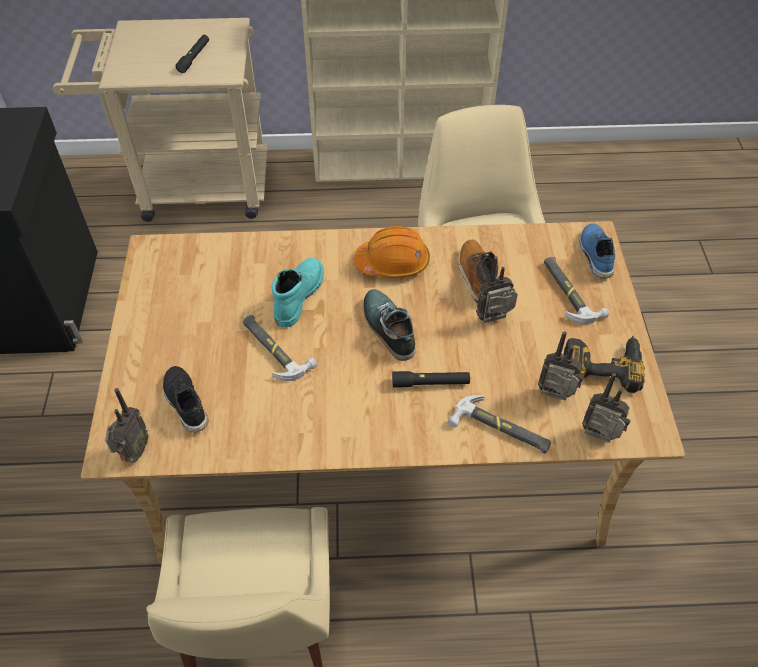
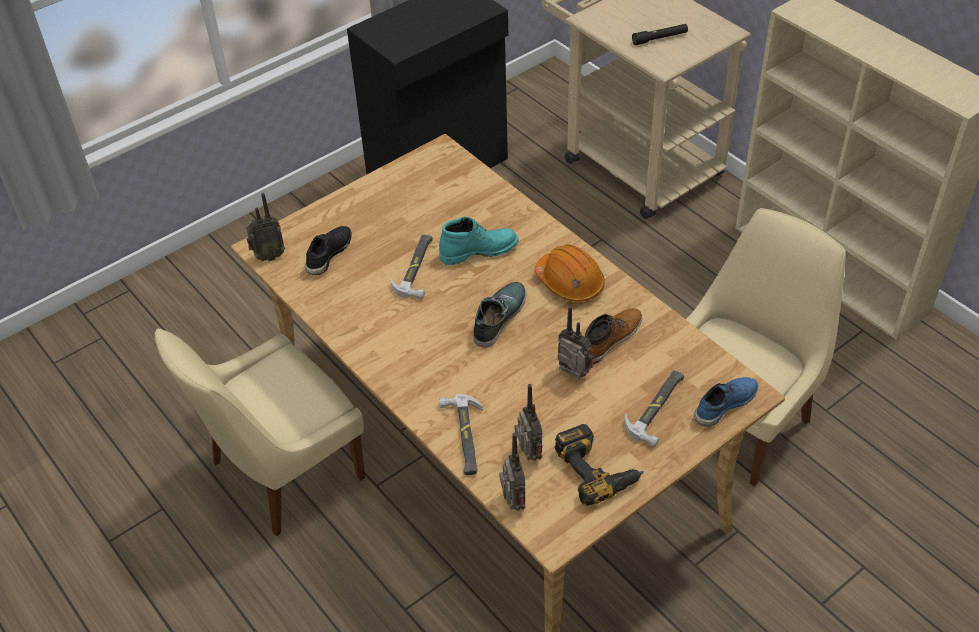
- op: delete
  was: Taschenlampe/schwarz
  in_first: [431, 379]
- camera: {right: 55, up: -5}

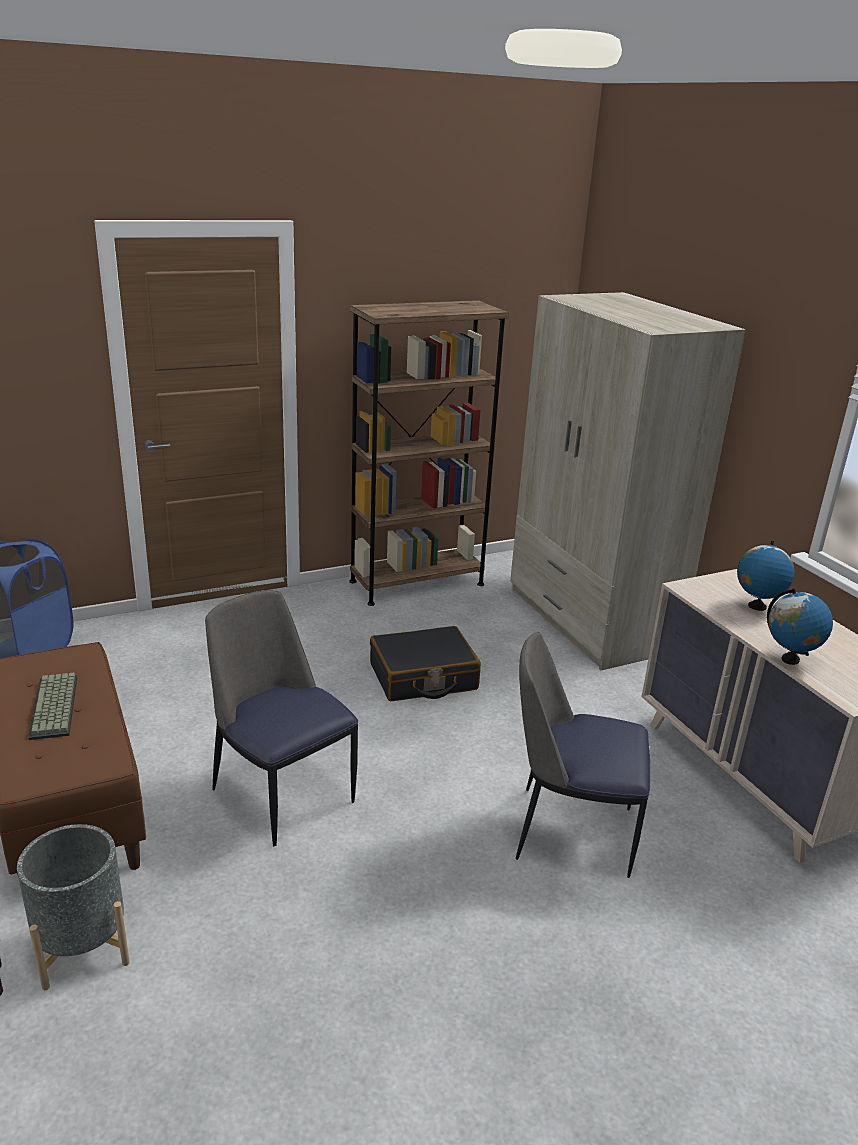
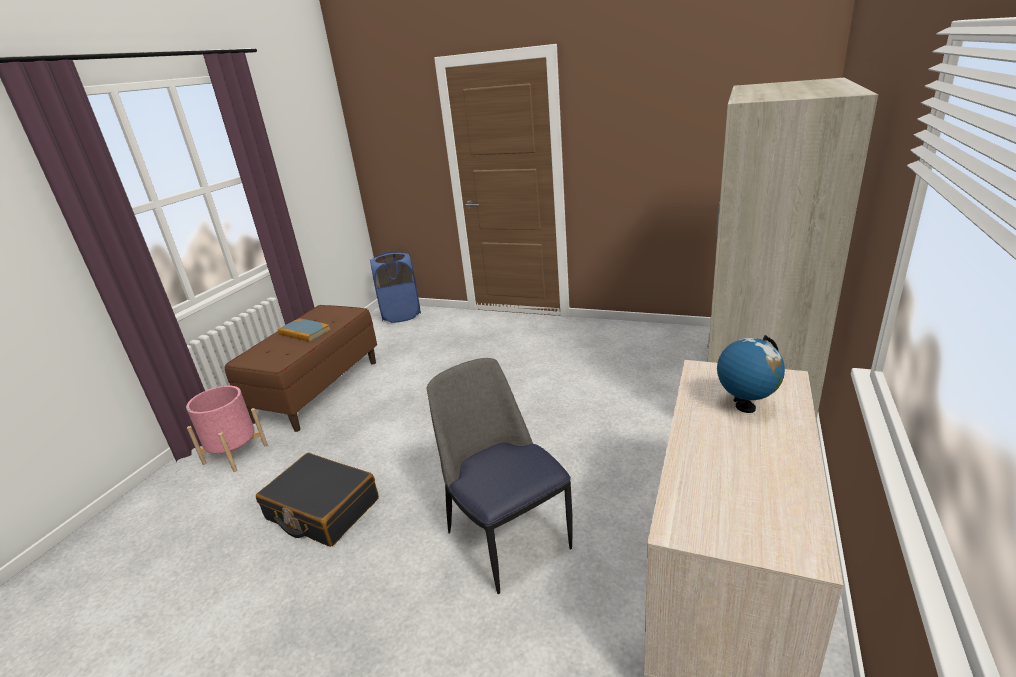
- op: delete
  was: Bücherregal/braun
  in_first: [429, 453]
- op: delete
  was: Globus
  in_first: [800, 626]
- op: delete
  was: Stuhl
  in_first: [281, 718]
- op: move
  was: Koffer/schwarz
  in_first: [425, 663]
  in_second: [317, 500]
- op: replace
  was: Tastatur
  now: Buch
  in_first: [53, 706]
  in_second: [304, 330]
- op: recolor
  was: Pflanzkübel/grau
  now: Pflanzkübel/rosa
  in_first: [73, 907]
  in_second: [227, 429]
- camera: {right: 50, up: 0}

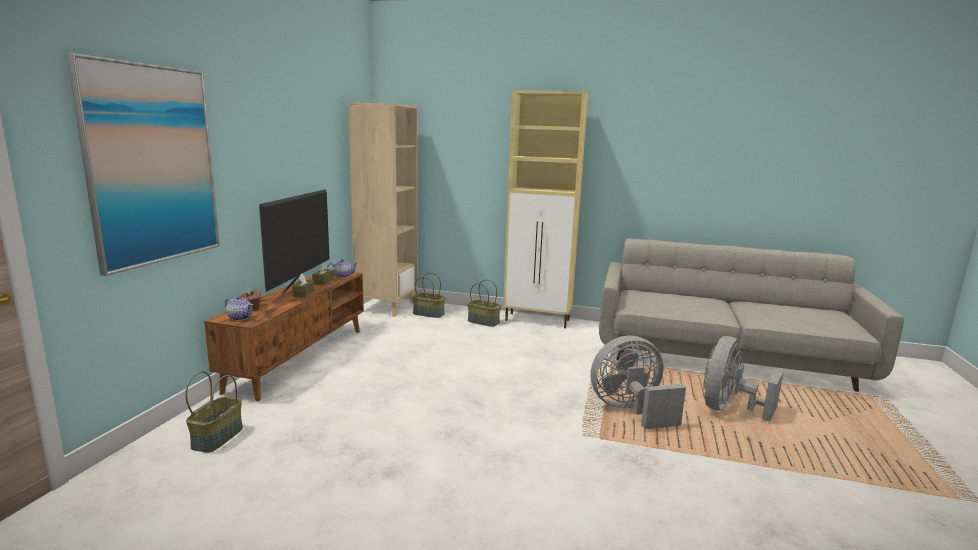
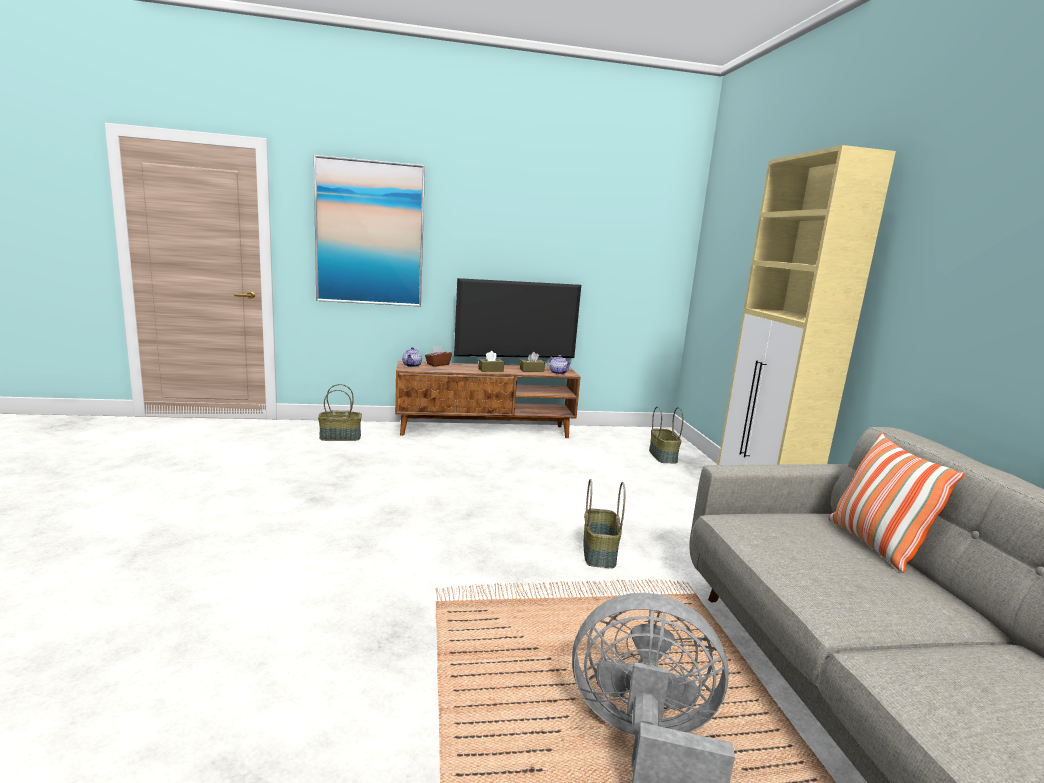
- op: delete
  was: Bücherregal/beige
  in_first: [383, 210]
- op: move
  was: Korb
  in_first: [484, 303]
  in_second: [604, 523]
- op: delete
  was: Ventilator/grau
  in_first: [638, 382]
- op: insert
  now: Kissen
  in_second: [897, 503]
- camera: {right: 65, up: 0}

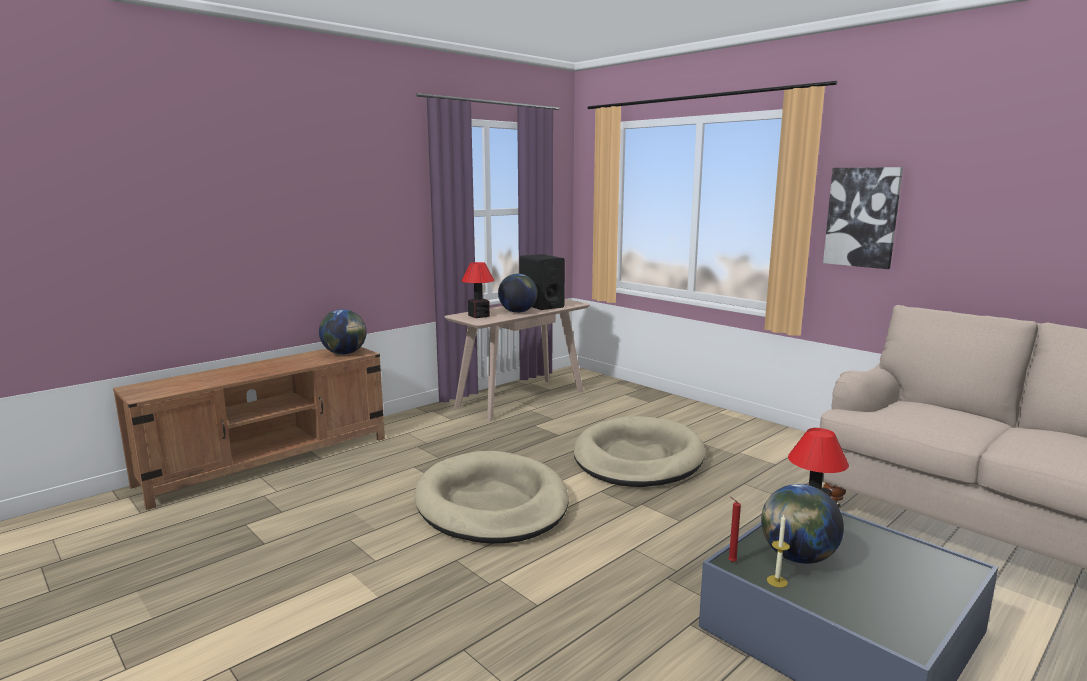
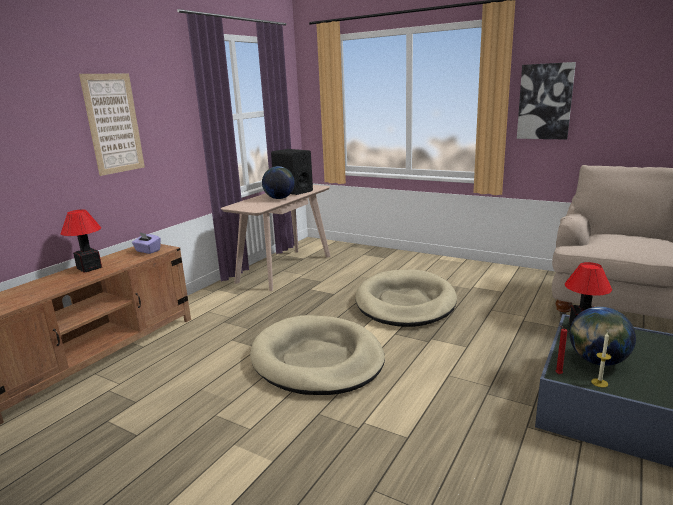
- op: move
  was: Tischlampe
  in_first: [478, 290]
  in_second: [81, 241]
- op: replace
  was: Globus
  now: Taschentuchbox/lila
  in_first: [343, 332]
  in_second: [146, 243]
- op: insert
  now: Bild
  in_second: [112, 124]
- camera: {right: -15, up: 5}

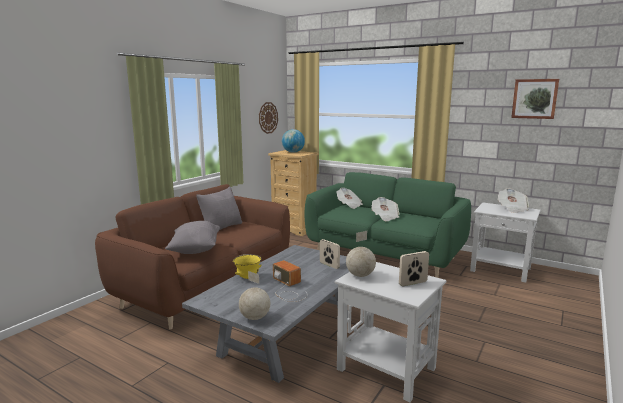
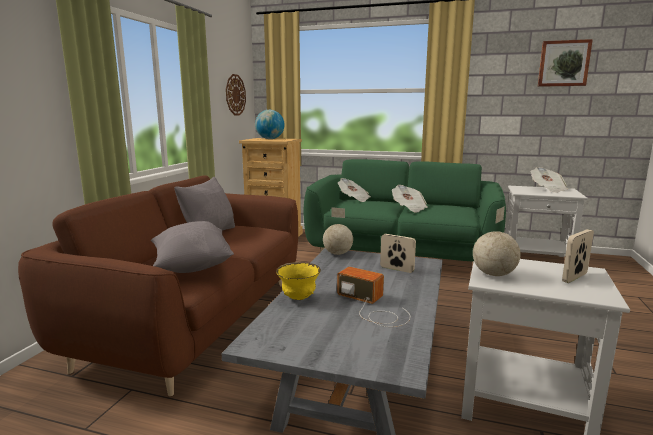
- op: move
  was: Globus
  in_first: [254, 295]
  in_second: [338, 231]
- camera: {right: -15, up: 0}

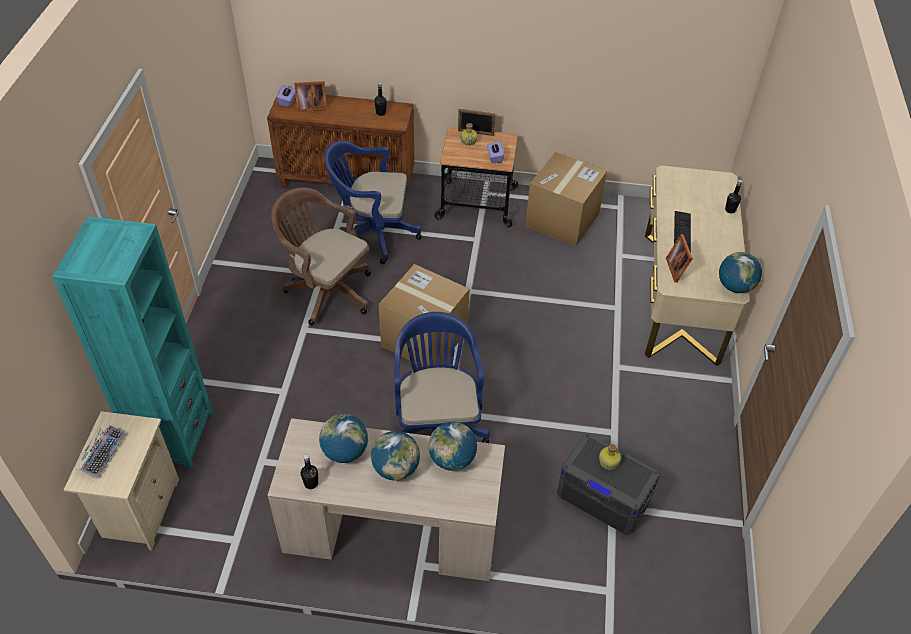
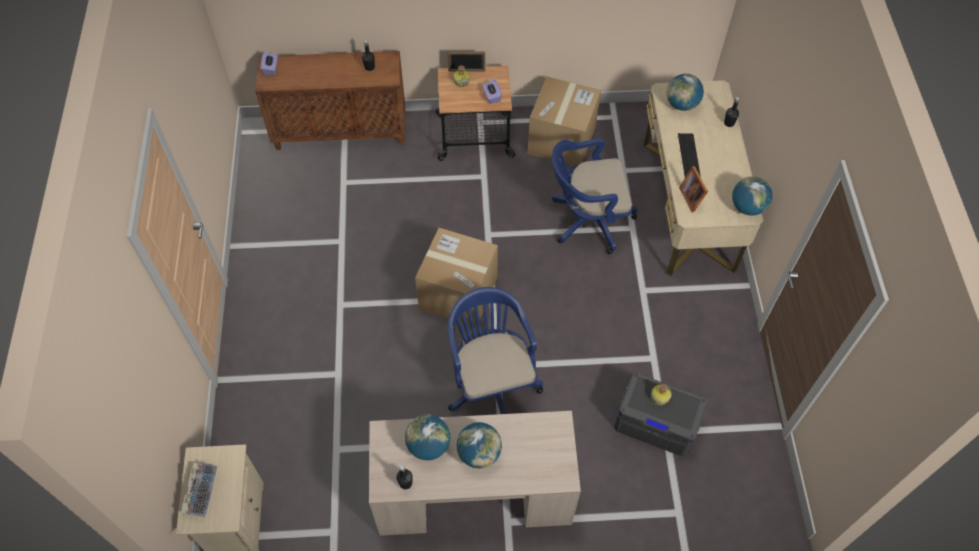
- op: delete
  was: Bilderrahmen
  in_first: [310, 96]
- op: move
  was: Bürostuhl/blau
  in_first: [372, 202]
  in_second: [594, 196]
- op: delete
  was: Bürostuhl/braun
  in_first: [321, 256]
- op: delete
  was: Bücherregal/türkis
  in_first: [132, 343]
- op: move
  was: Globus
  in_first: [452, 446]
  in_second: [685, 92]
- camera: {right: -10, up: 10}

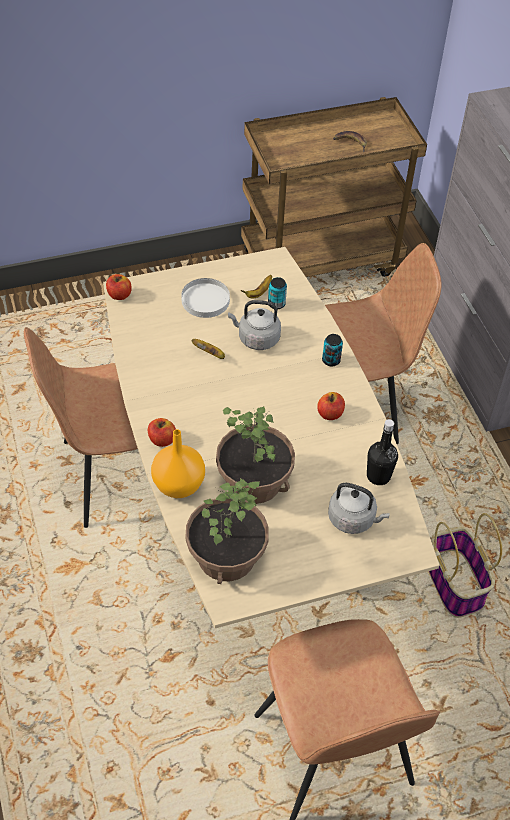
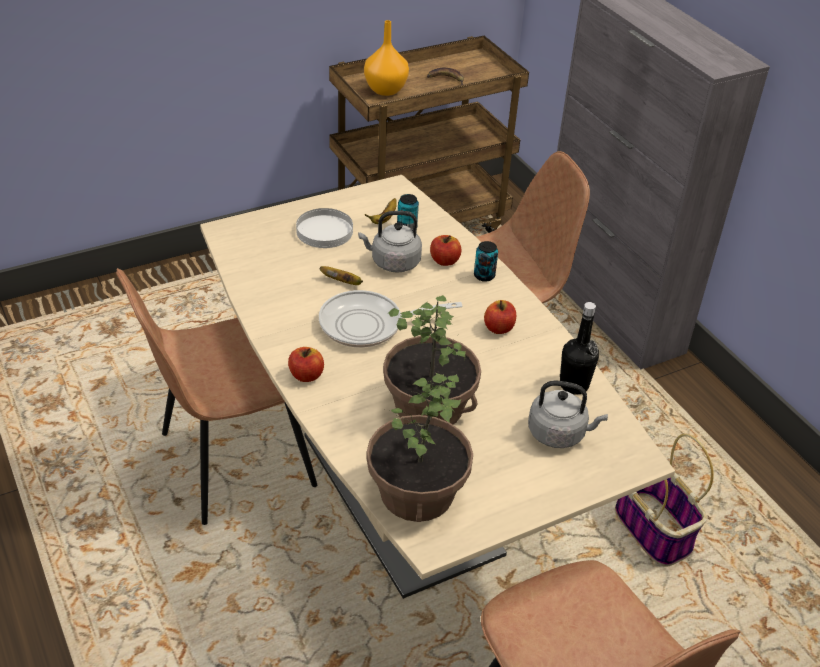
- op: move
  was: Apfel
  in_first: [119, 287]
  in_second: [445, 250]
- op: move
  was: Vase/orange
  in_first: [178, 463]
  in_second: [386, 58]
- op: insert
  now: Pfanne
  in_second: [390, 319]
- camera: {right: -10, up: -10}

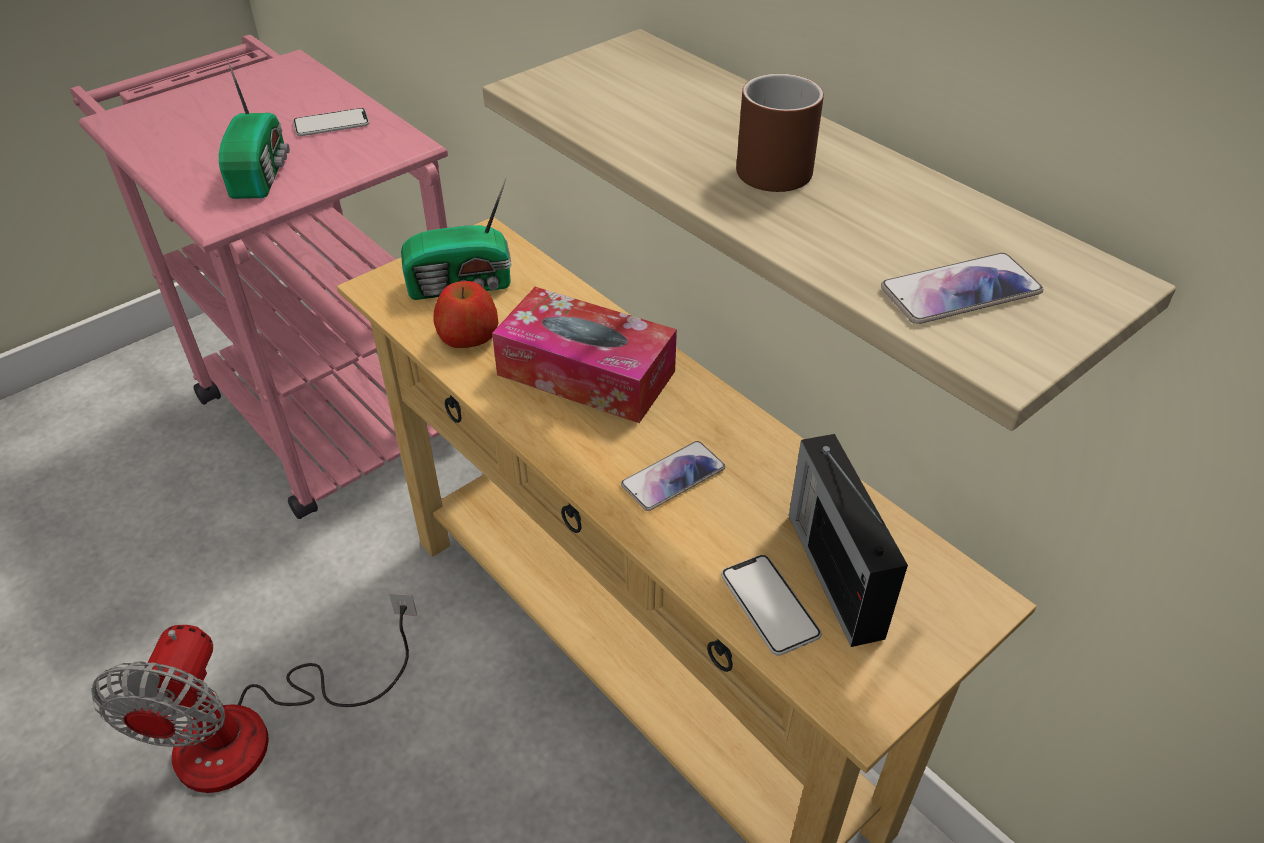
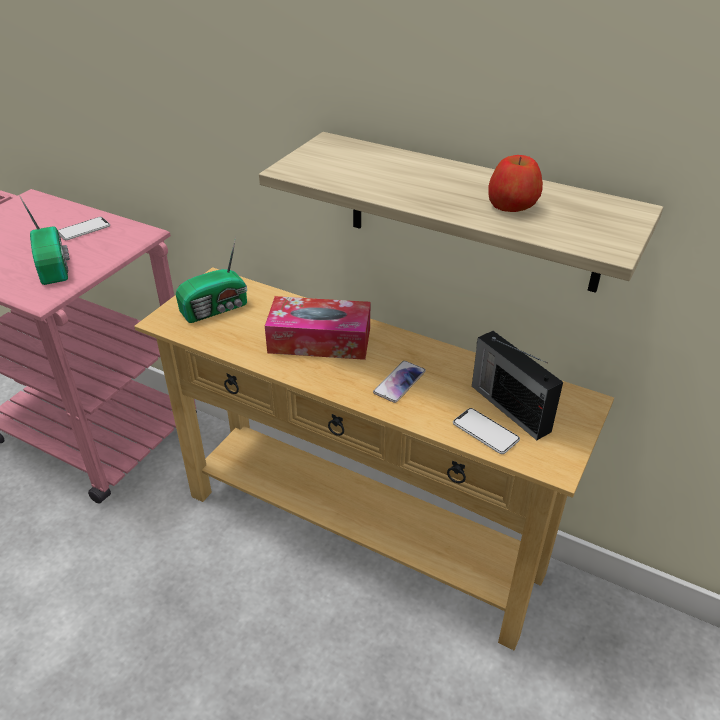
- op: delete
  was: Henkelbecher/braun
  in_first: [780, 133]
- op: delete
  was: Handy
  in_first: [962, 288]
- op: move
  was: Apfel
  in_first: [465, 314]
  in_second: [515, 183]
- op: delete
  was: Ventilator
  in_first: [254, 693]
- camera: {right: -20, up: -5}

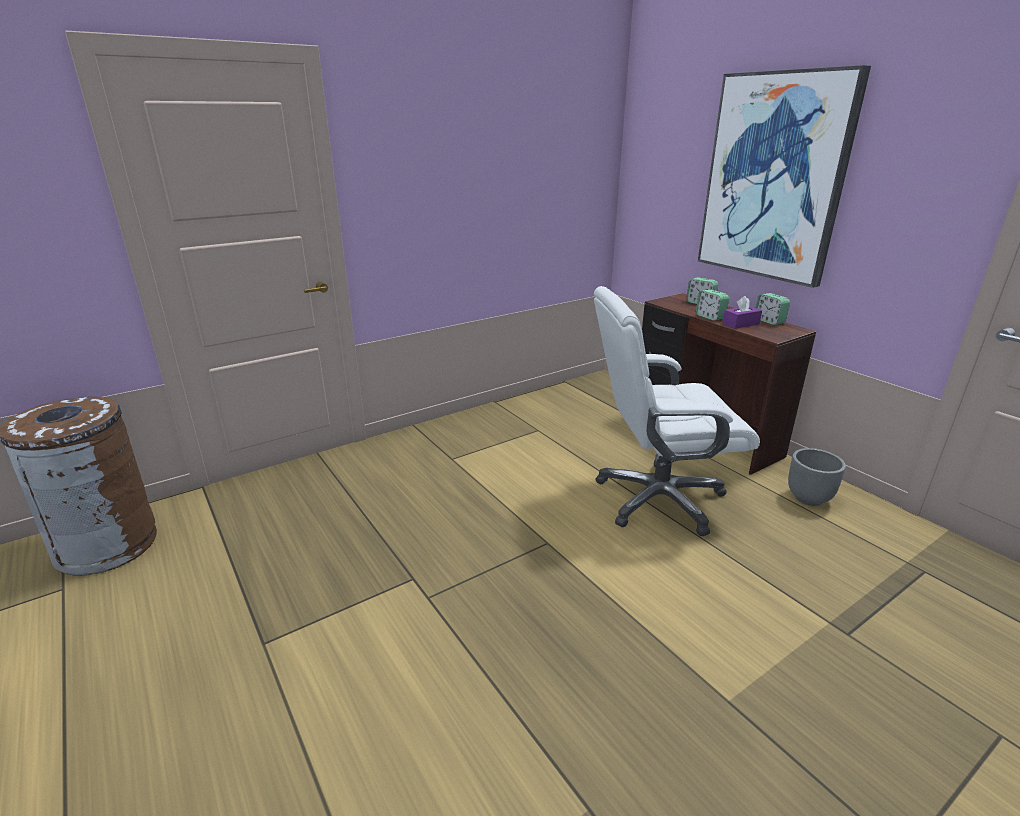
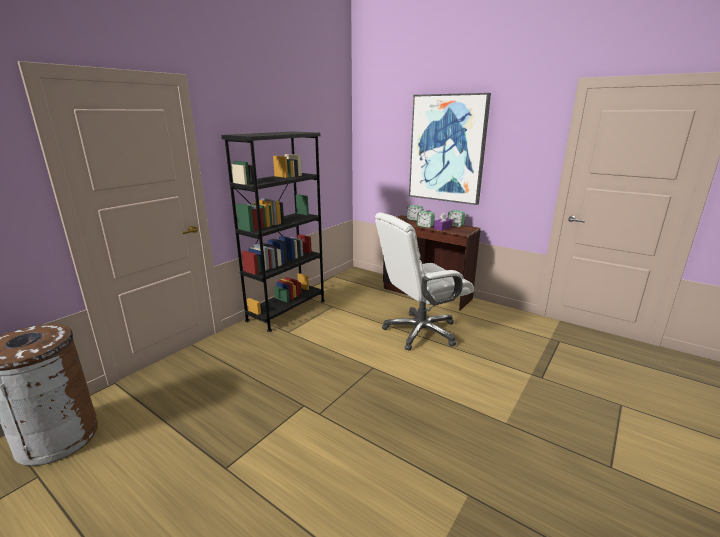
- op: delete
  was: Pflanzkübel/grau
  in_first: [817, 477]
- op: insert
  now: Bücherregal/schwarz
  in_second: [273, 232]
- camera: {right: -20, up: -5}

